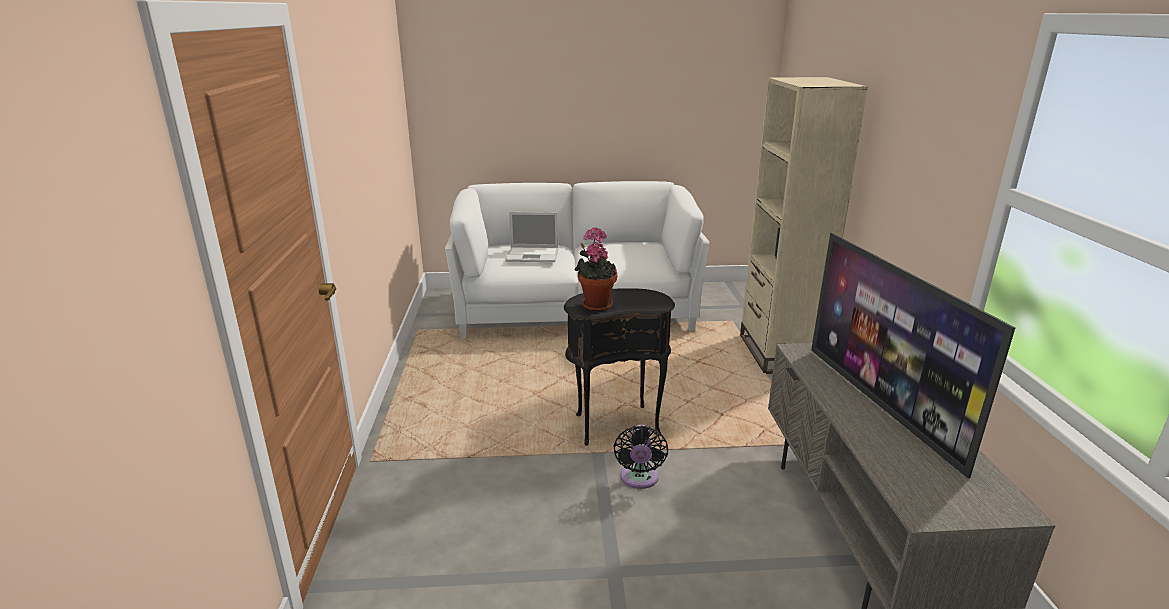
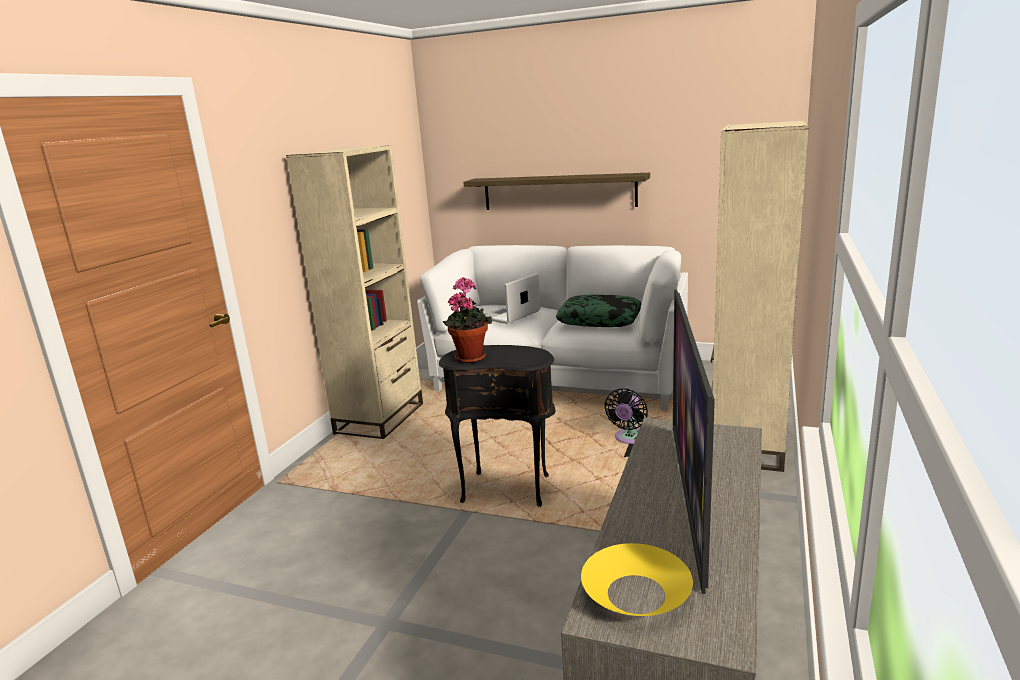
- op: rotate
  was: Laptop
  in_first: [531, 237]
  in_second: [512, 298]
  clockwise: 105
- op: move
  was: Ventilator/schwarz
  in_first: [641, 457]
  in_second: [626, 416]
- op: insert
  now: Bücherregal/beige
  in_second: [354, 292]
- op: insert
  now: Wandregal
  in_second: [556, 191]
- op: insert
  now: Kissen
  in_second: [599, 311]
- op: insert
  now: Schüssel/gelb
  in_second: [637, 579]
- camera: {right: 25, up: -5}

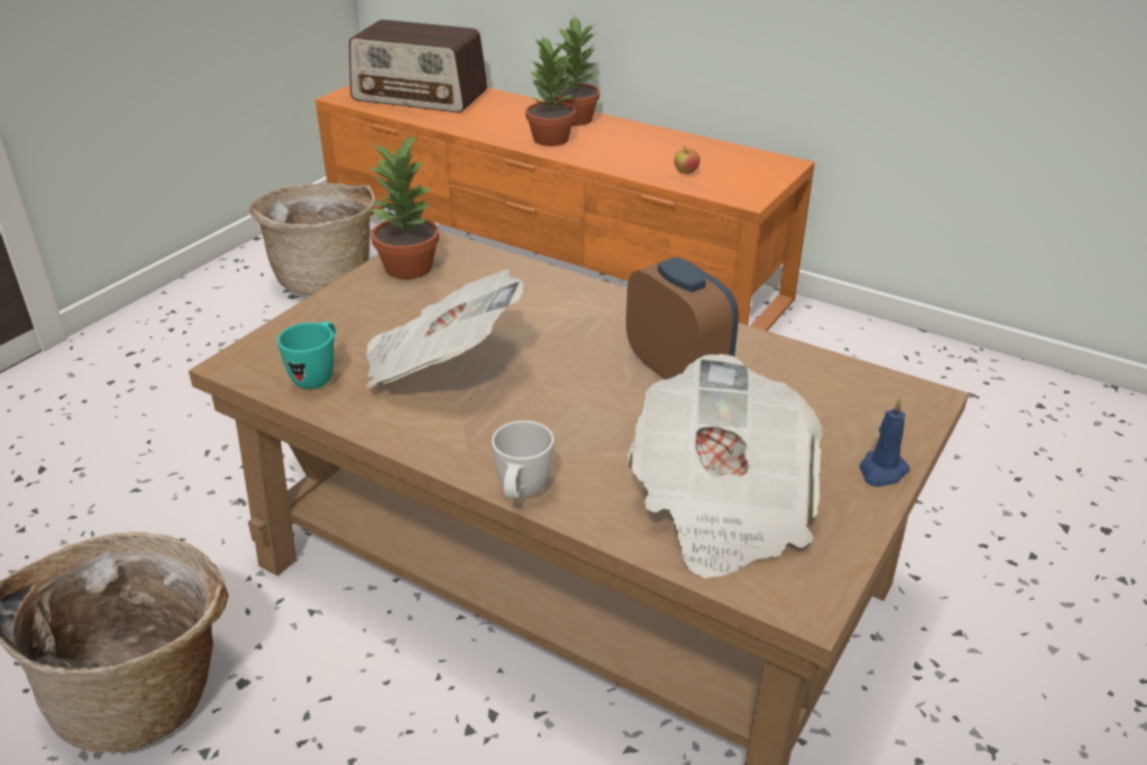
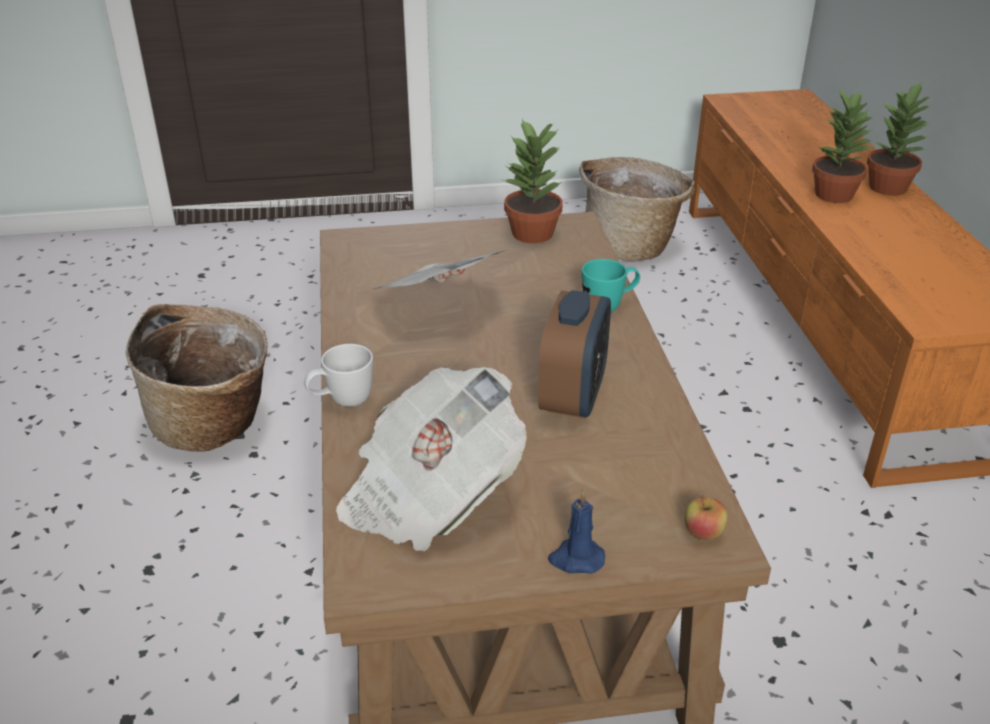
- op: delete
  was: Radio
  in_first: [418, 66]
- op: move
  was: Apfel
  in_first: [687, 159]
  in_second: [706, 517]
- op: move
  was: Henkelbecher/türkis
  in_first: [306, 355]
  in_second: [611, 285]
- camera: {right: 50, up: 0}

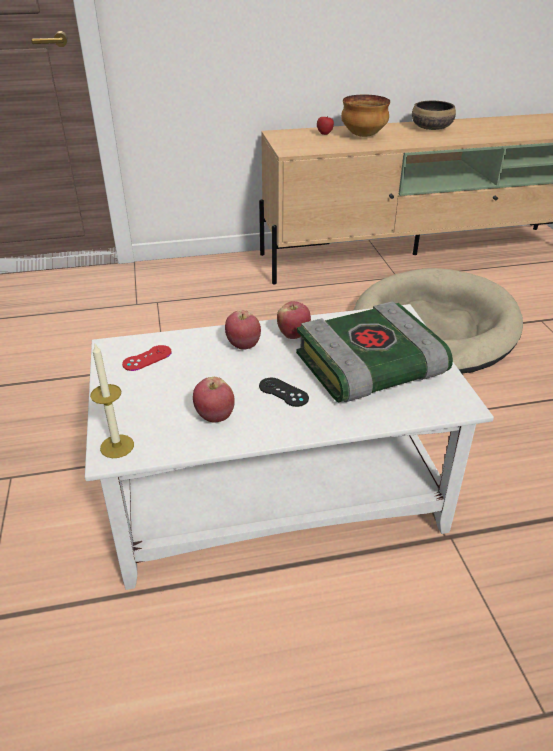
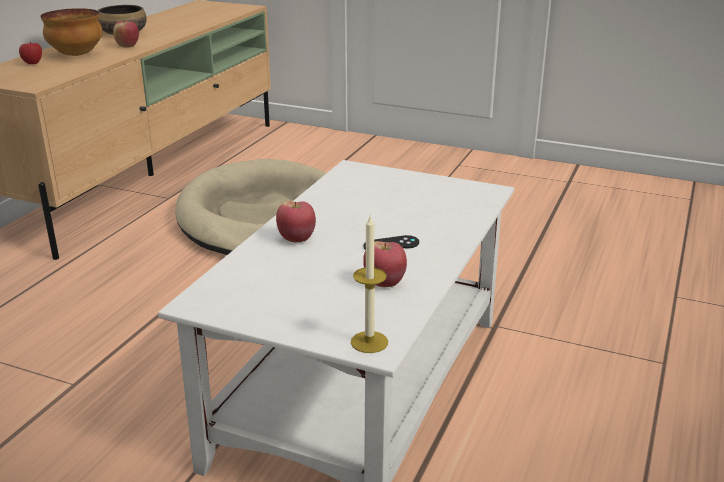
- op: move
  was: Apfel
  in_first: [294, 320]
  in_second: [126, 34]
- op: delete
  was: Buch
  in_first: [374, 351]
- op: delete
  was: Gamepad/rot
  in_first: [147, 358]
- camera: {right: -55, up: -10}

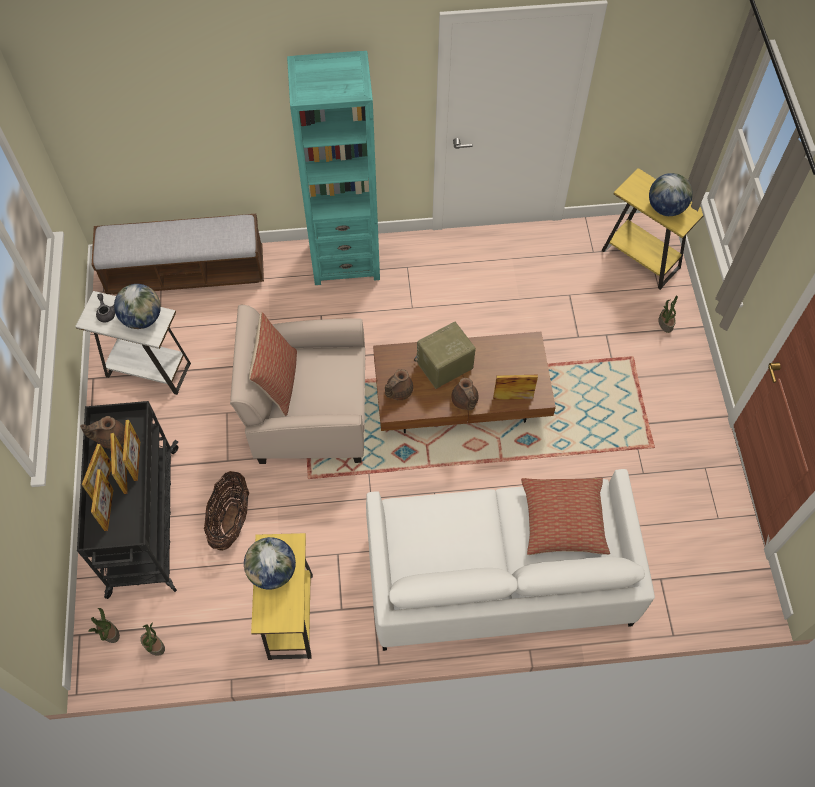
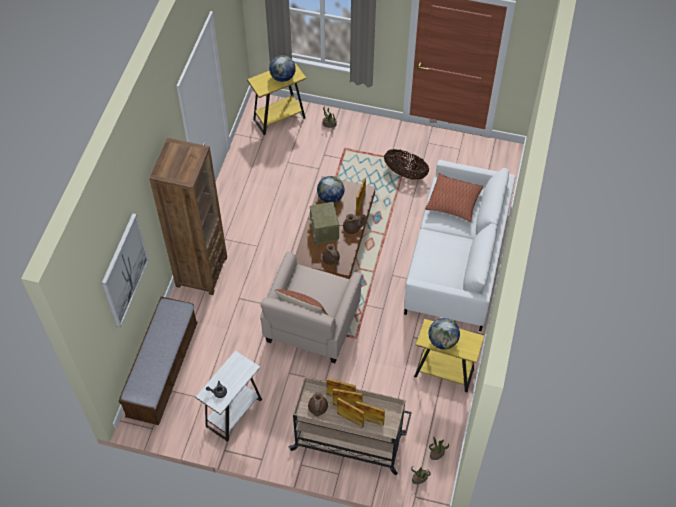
- op: recolor
  was: Bücherregal/türkis
  now: Bücherregal/braun
  in_first: [333, 168]
  in_second: [188, 216]
- op: move
  was: Globus
  in_first: [137, 306]
  in_second: [330, 189]
- op: recolor
  was: Rollwagen/schwarz
  now: Rollwagen/beige
  in_first: [127, 500]
  in_second: [350, 426]
- op: move
  was: Korb
  in_first: [226, 511]
  in_second: [406, 164]
- op: insert
  now: Bild
  in_second: [125, 270]
- camera: {right: -70, up: -5}

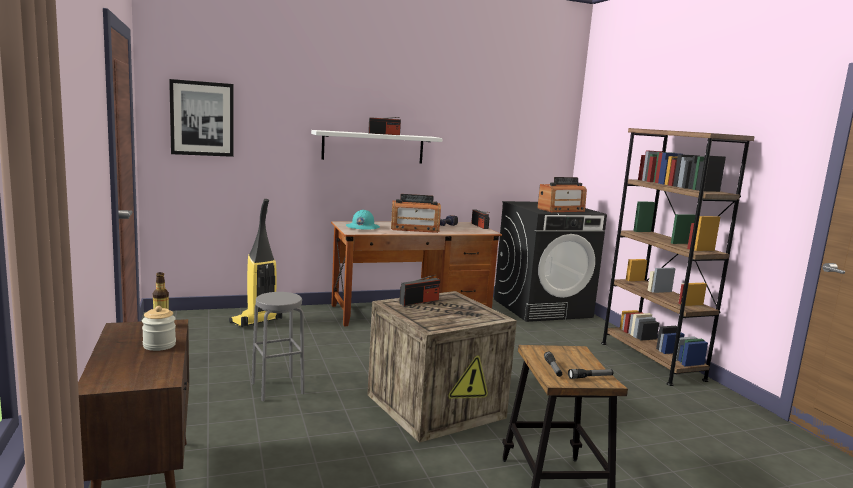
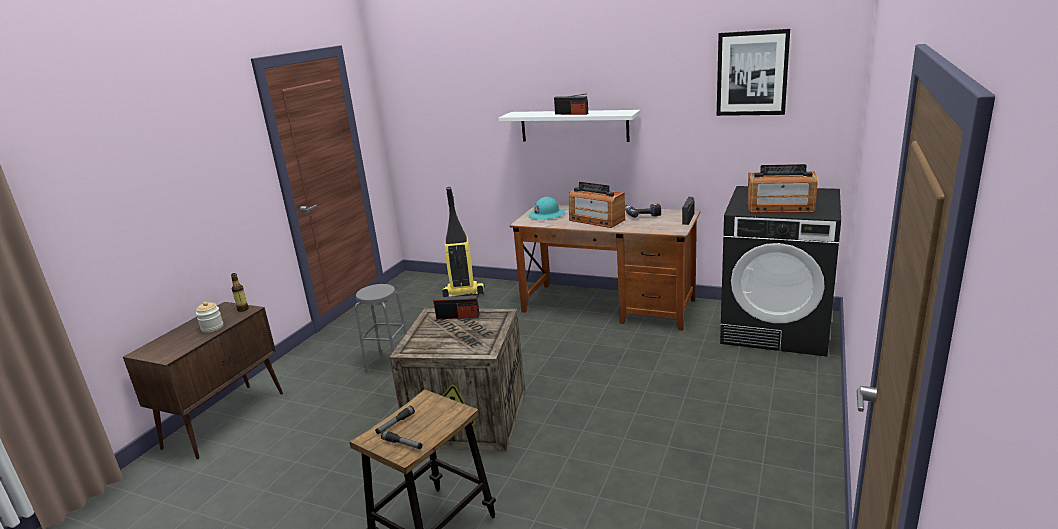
- op: move
  was: Bild
  in_first: [201, 118]
  in_second: [753, 72]
- op: delete
  was: Bücherregal/braun
  in_first: [678, 257]
- camera: {right: 45, up: 10}

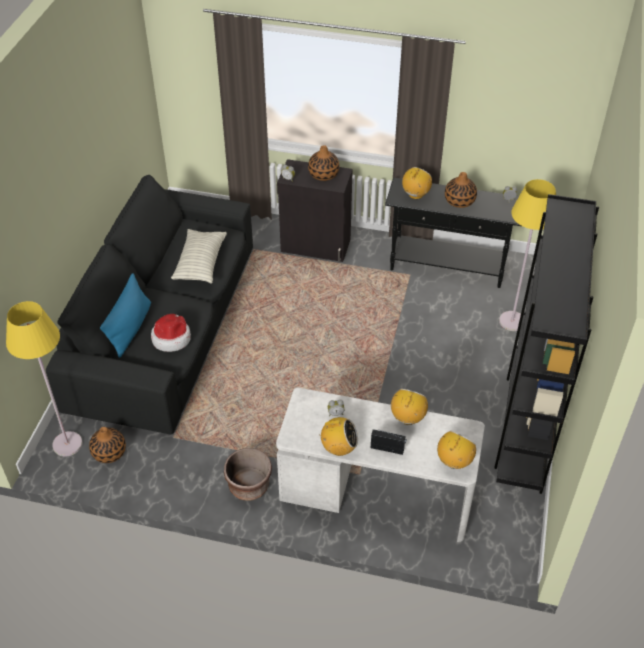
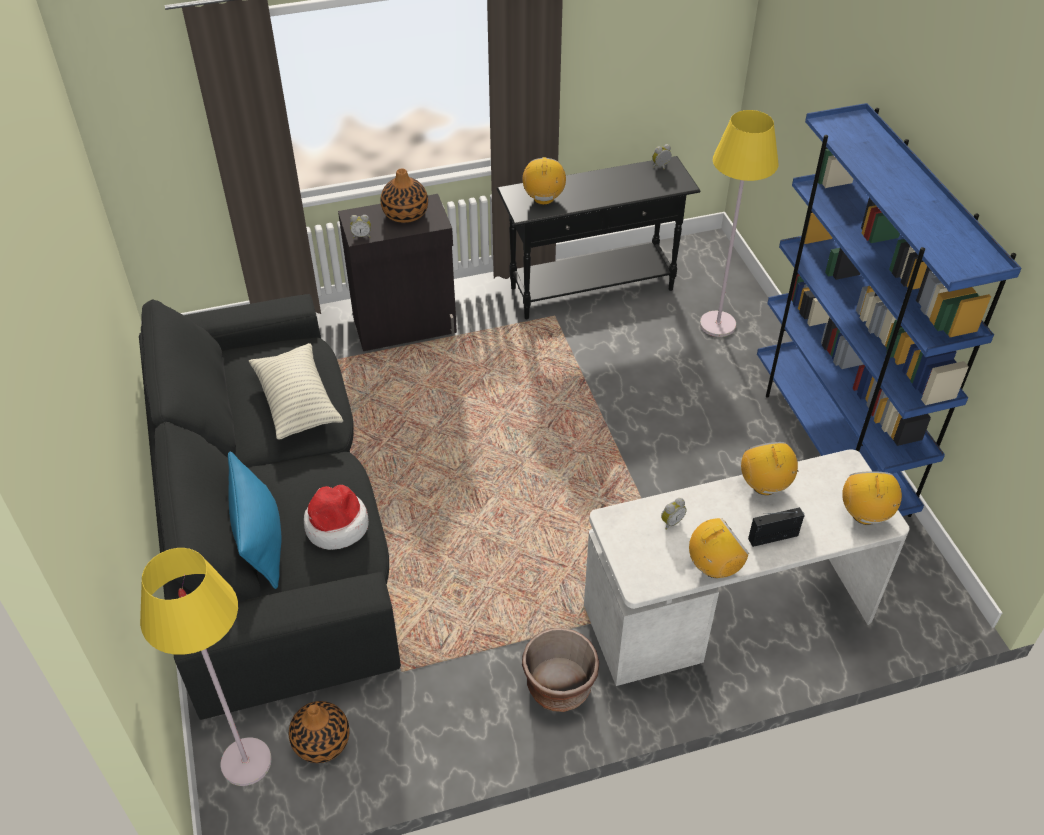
- op: delete
  was: Vase
  in_first: [461, 190]
- op: recolor
  was: Bücherregal/schwarz
  now: Bücherregal/blau
  in_first: [546, 344]
  in_second: [889, 310]
- camera: {right: -30, up: 0}

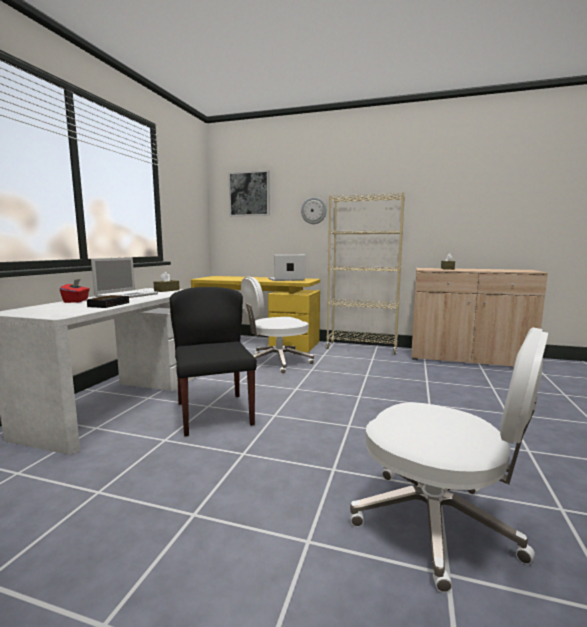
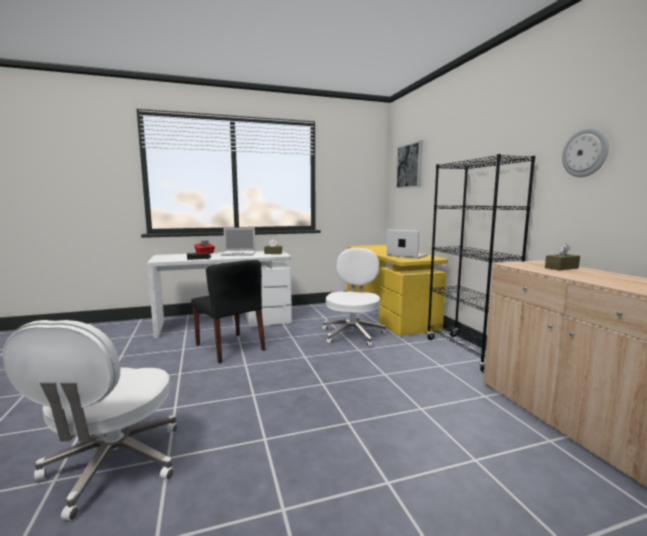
- op: recolor
  was: Bücherregal/beige
  now: Bücherregal/schwarz
  in_first: [365, 273]
  in_second: [481, 263]
- op: move
  was: Wanduhr
  in_first: [314, 210]
  in_second: [585, 152]
- op: rotate
  was: Bürostuhl/weiß
  in_first: [277, 325]
  in_second: [354, 297]
  clockwise: 75
- op: rotate
  was: Stuhl/schwarz
  in_first: [213, 361]
  in_second: [228, 312]
  clockwise: 105
- camera: {right: 55, up: 0}

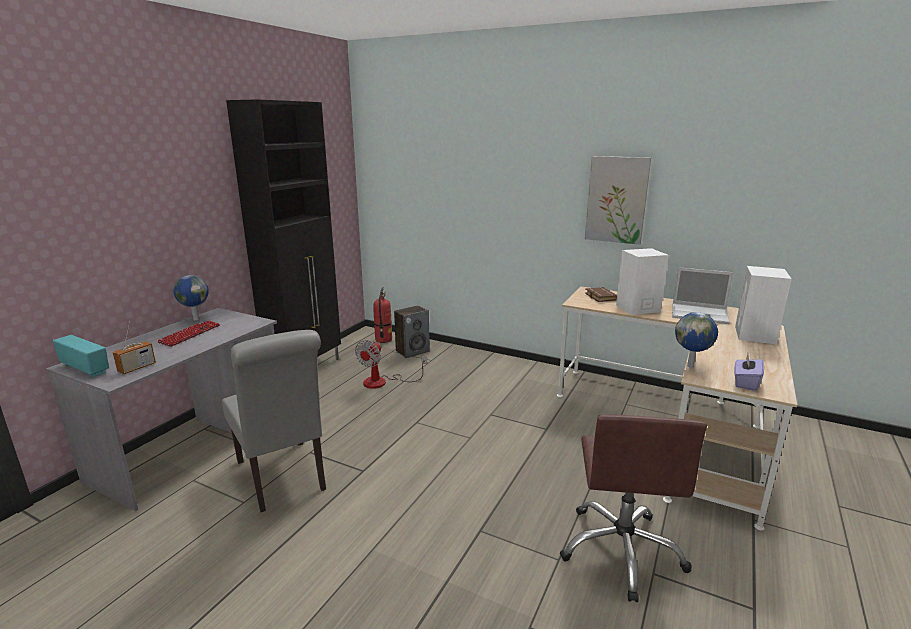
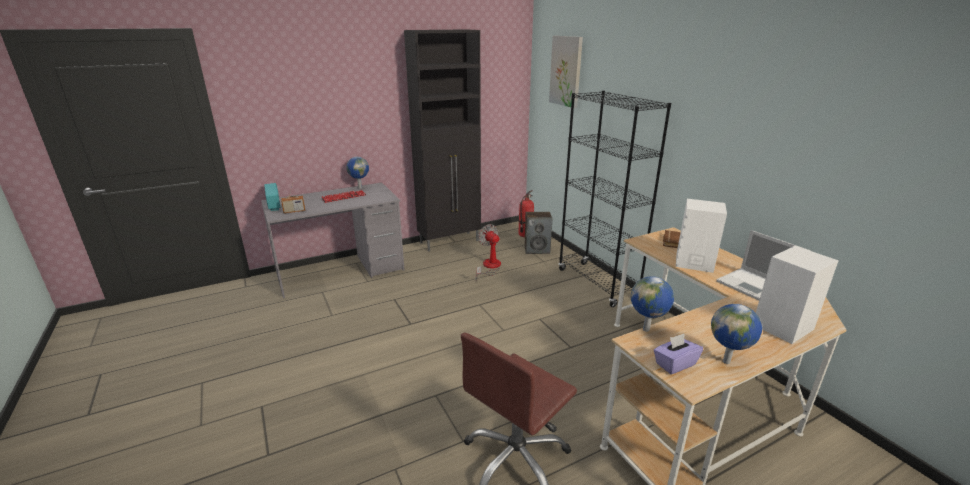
- op: move
  was: Bild
  in_first: [618, 200]
  in_second: [566, 72]
- op: delete
  was: Stuhl/grau
  in_first: [274, 421]
- op: rotate
  was: Ventilator
  in_first: [391, 364]
  in_second: [488, 252]
  clockwise: 90
- op: insert
  now: Bücherregal/schwarz
  in_second: [614, 199]
- op: insert
  now: Globus
  in_second: [736, 334]
- camera: {right: 35, up: 5}

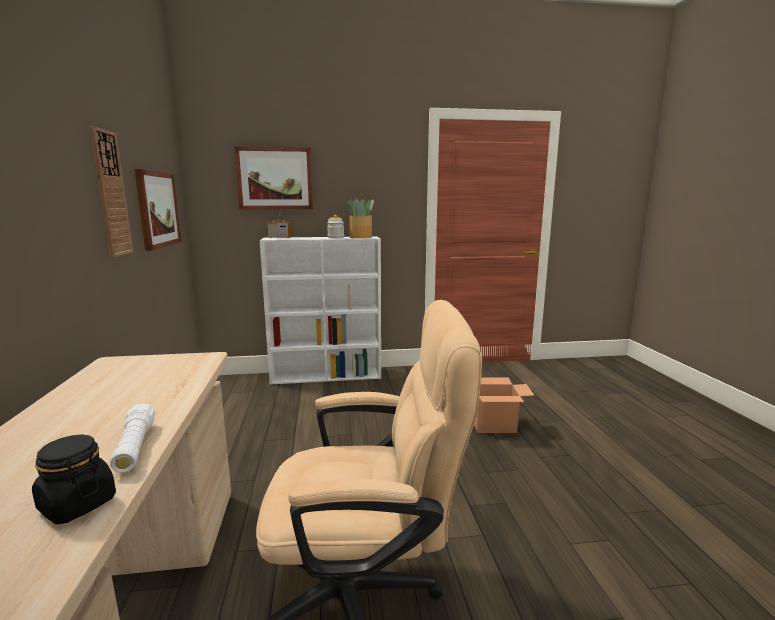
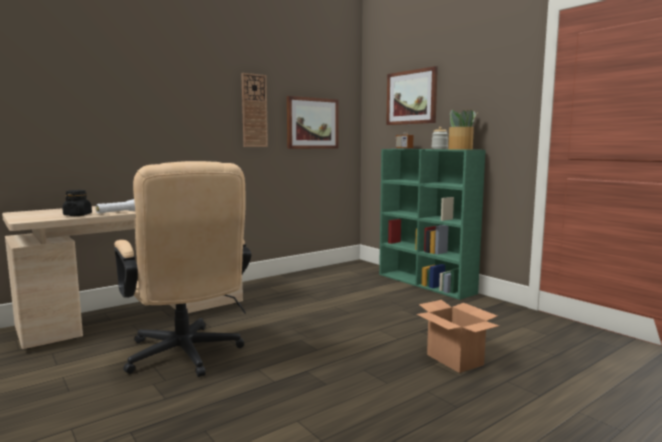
- op: recolor
  was: Bücherregal/weiß
  now: Bücherregal/grün
  in_first: [320, 310]
  in_second: [432, 224]
- camera: {right: 60, up: -5}

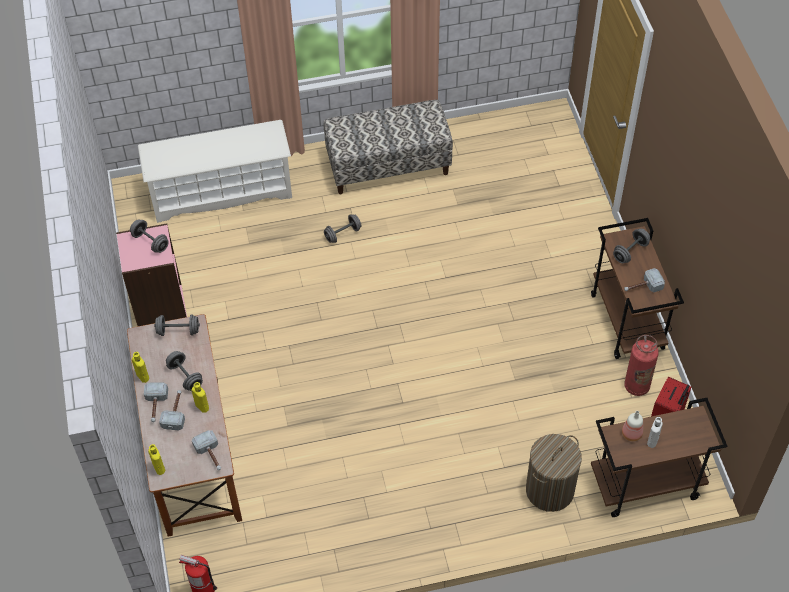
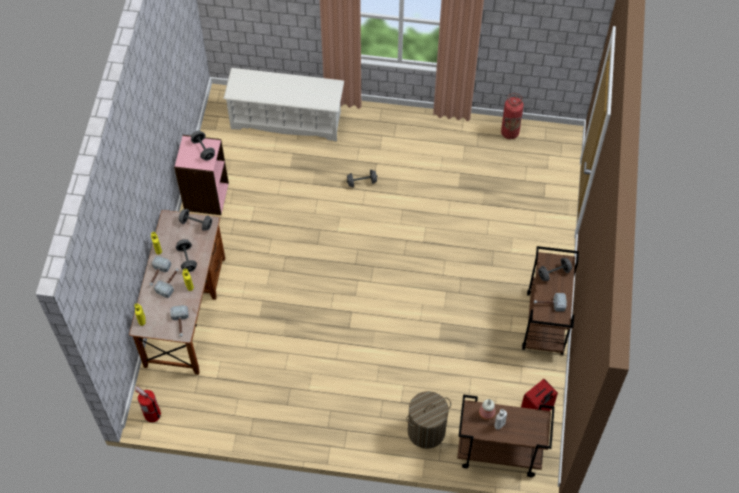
- op: delete
  was: Bank
  in_first: [388, 147]
- op: move
  was: Feuerlöscher
  in_first: [641, 365]
  in_second: [512, 116]
- camera: {right: 20, up: 5}

